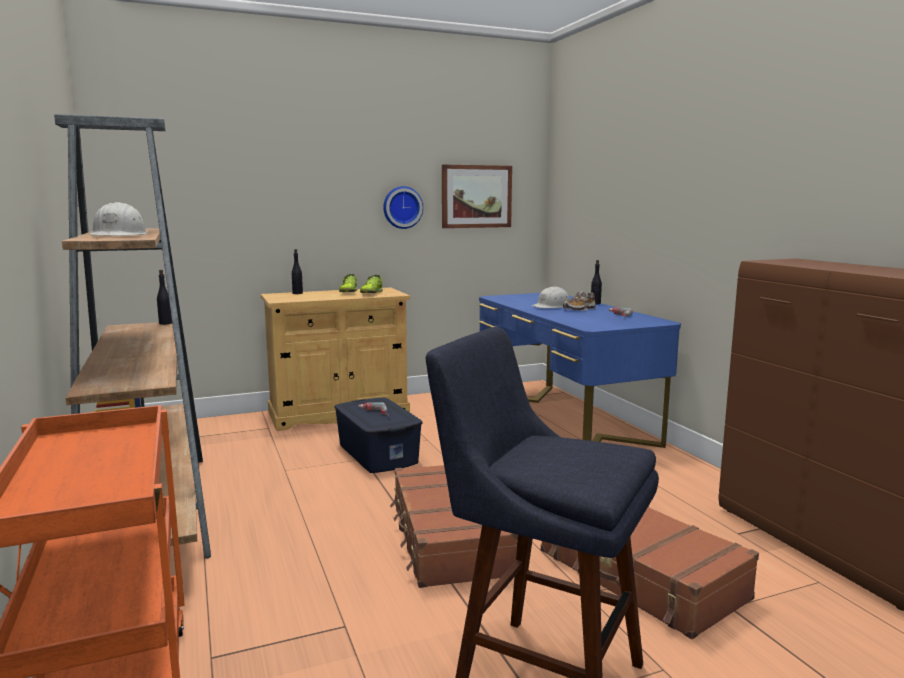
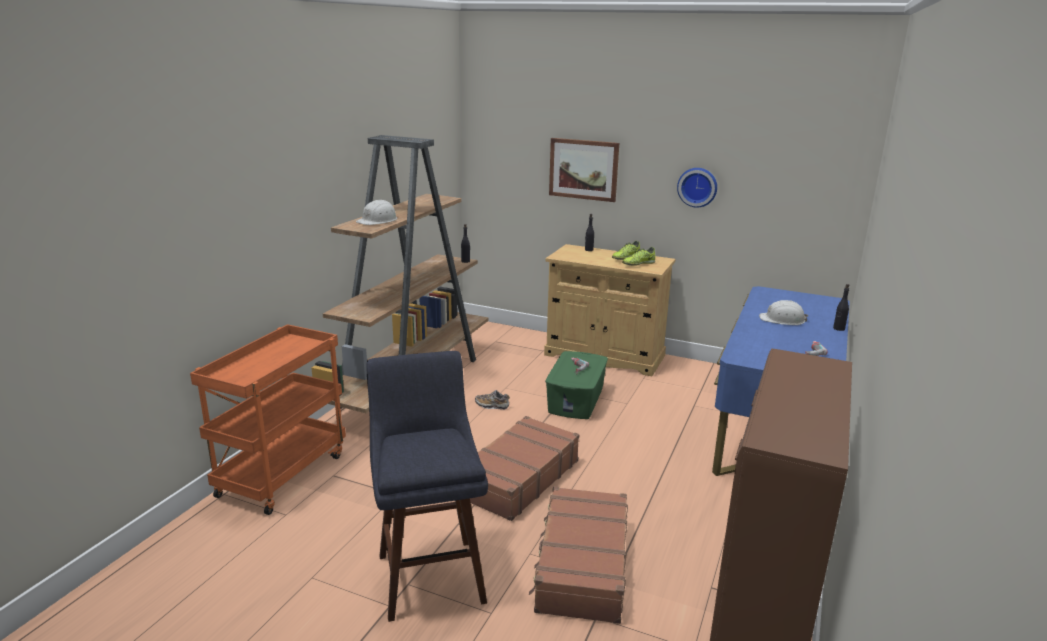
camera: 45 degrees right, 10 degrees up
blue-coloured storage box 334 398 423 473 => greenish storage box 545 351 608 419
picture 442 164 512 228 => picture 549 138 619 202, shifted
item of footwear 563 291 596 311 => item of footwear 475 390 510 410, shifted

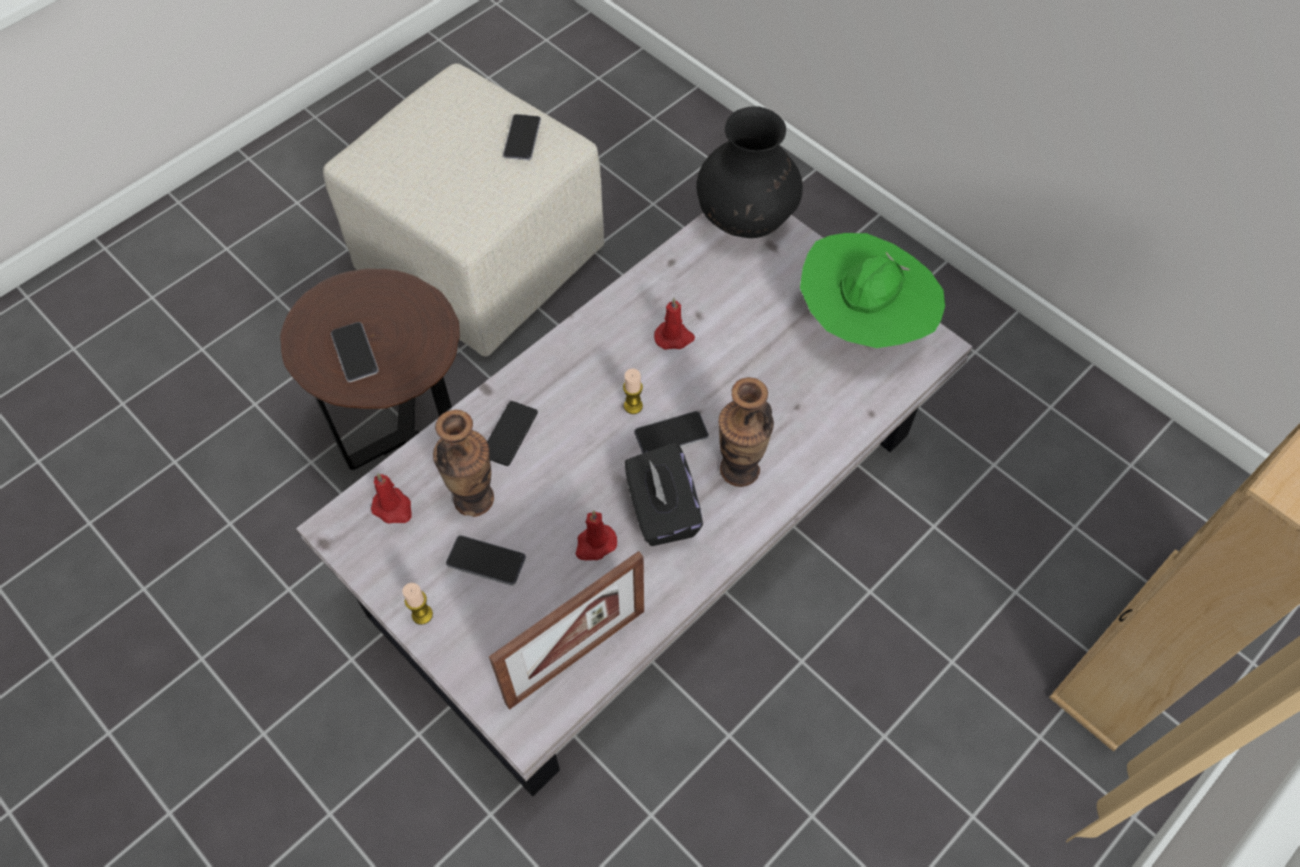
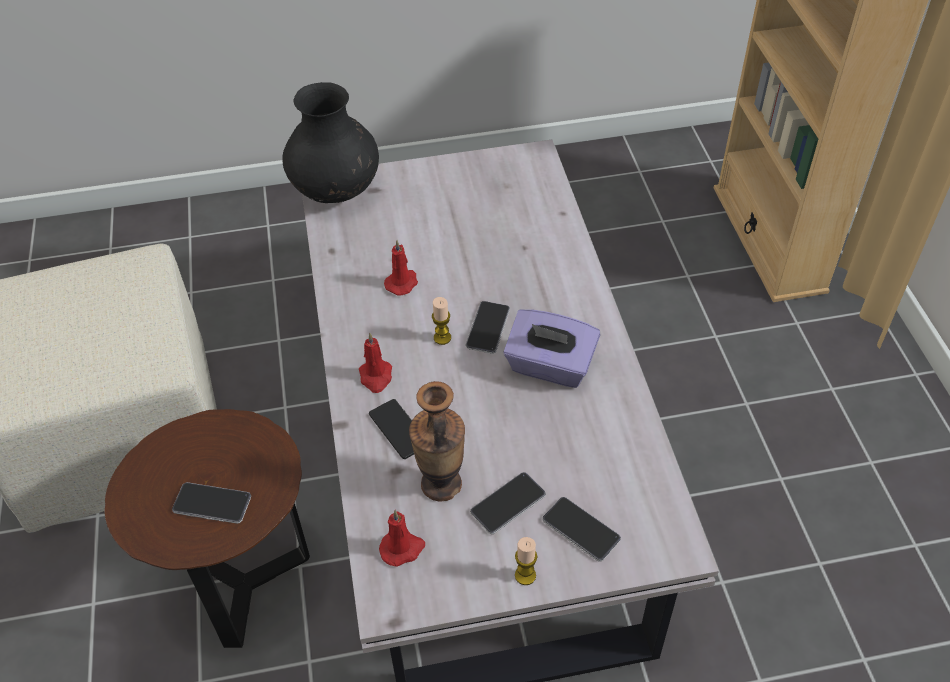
camera: 55 degrees left, 10 degrees down
standing frame 489 551 644 710 => nothing
phone 503 114 541 161 => phone 542 497 621 562, shifted
red-coloured wax light 575 510 617 560 => red-coloured wax light 359 333 392 393, shifted
black-coloured tissue box 624 442 703 546 => purplish tissue box 503 309 600 388
vase 718 377 774 487 => nothing
greenish wearable hat 800 233 945 348 => nothing

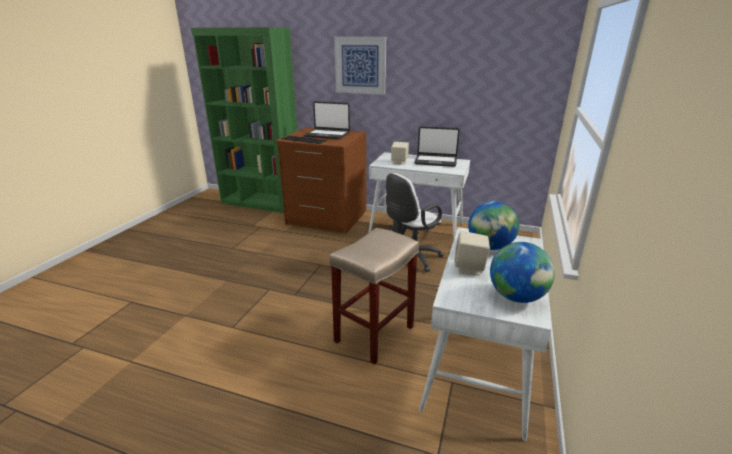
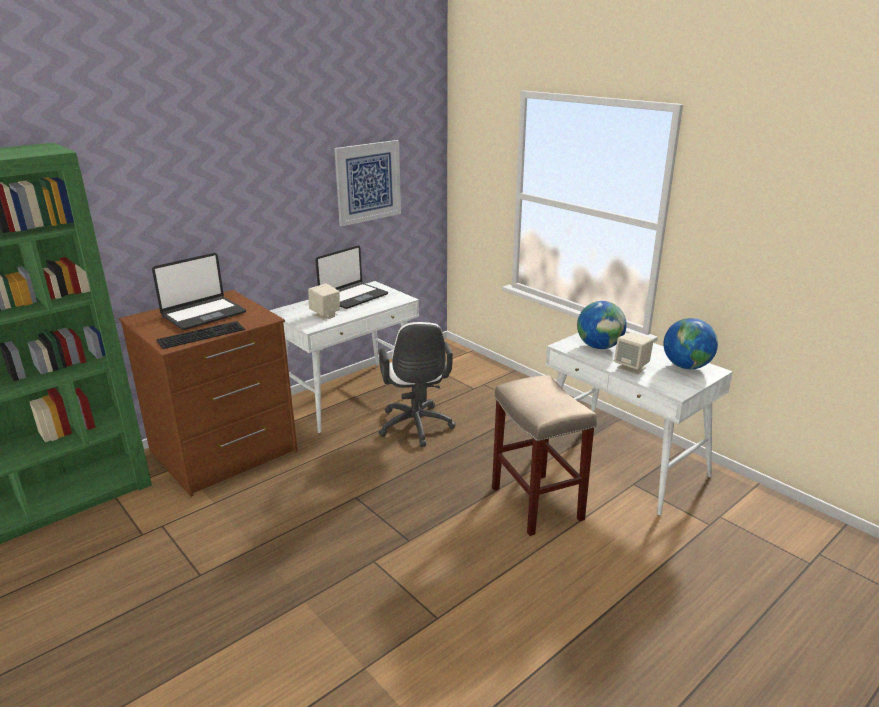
camera: 60 degrees left, 0 degrees up
picture 334 37 386 95 => picture 334 140 401 226, shifted

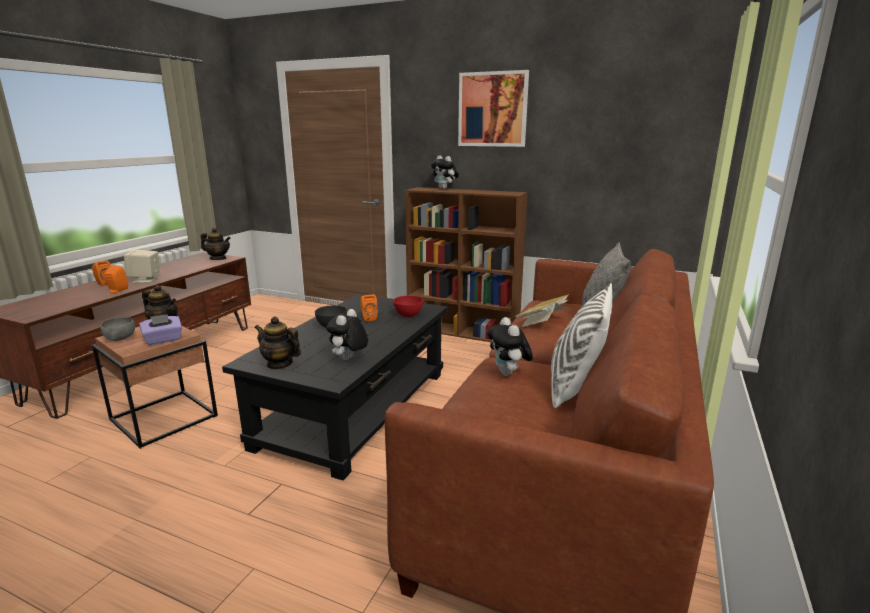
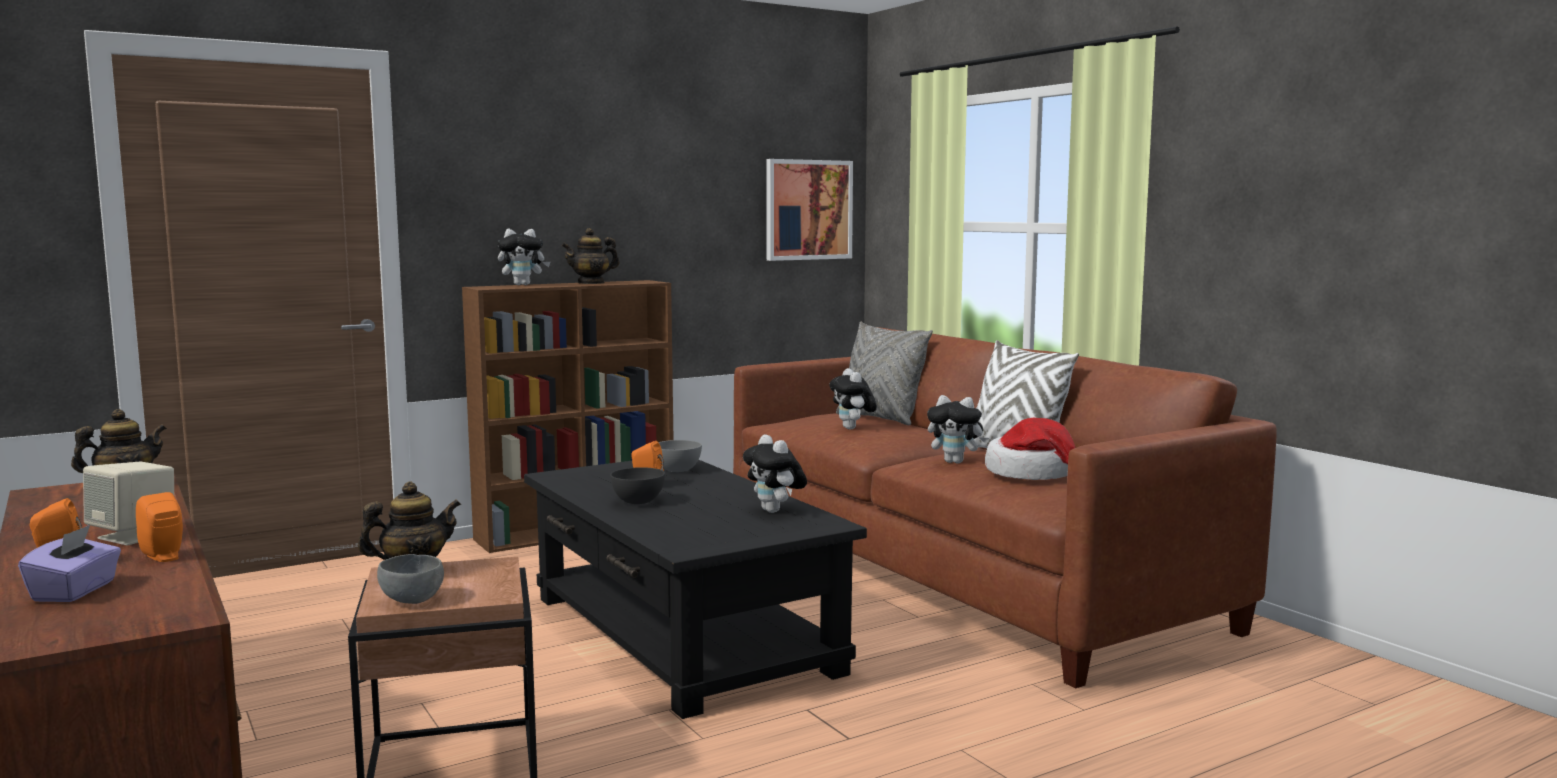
camera: 55 degrees left, 10 degrees down
purplish tissue box 139 314 182 345 => purplish tissue box 18 525 121 602, shifted
tea pot 254 316 301 370 => tea pot 562 228 619 284, shifted
red-coloured deep dish 393 296 423 317 => gray deep dish 659 440 702 472
picture 458 70 529 147 => picture 766 159 853 261, shifted
bound book 514 294 569 327 => plush toy 829 368 877 430
nothing => wearable hat 985 418 1076 480

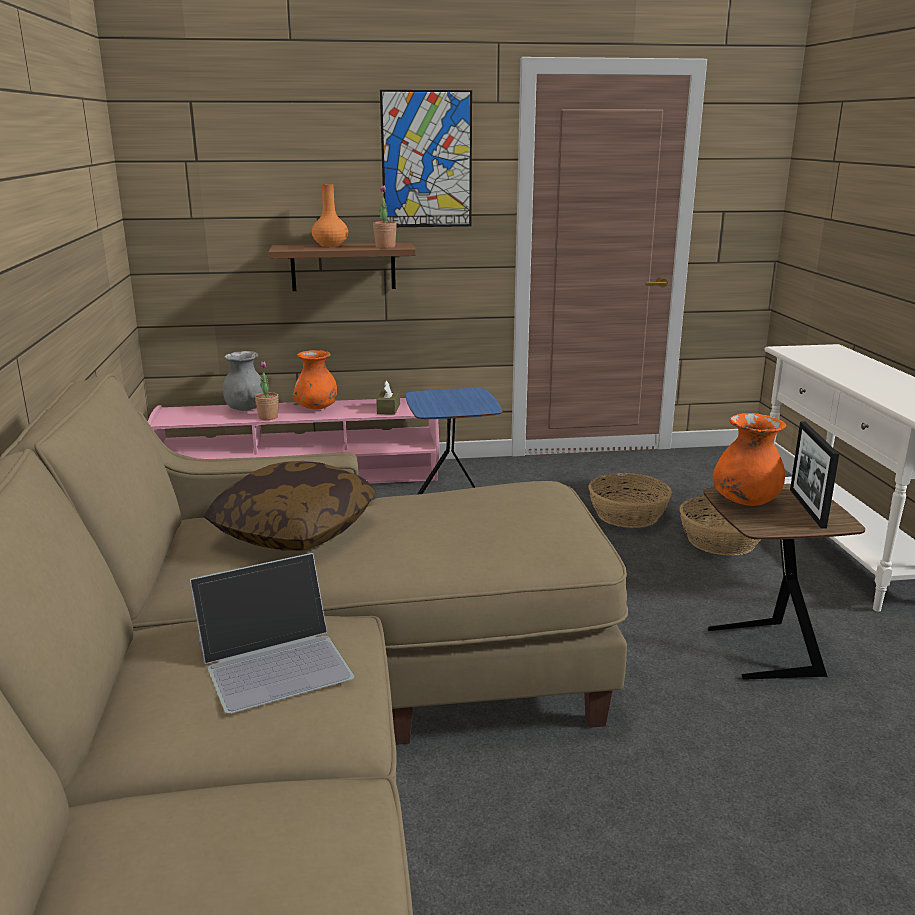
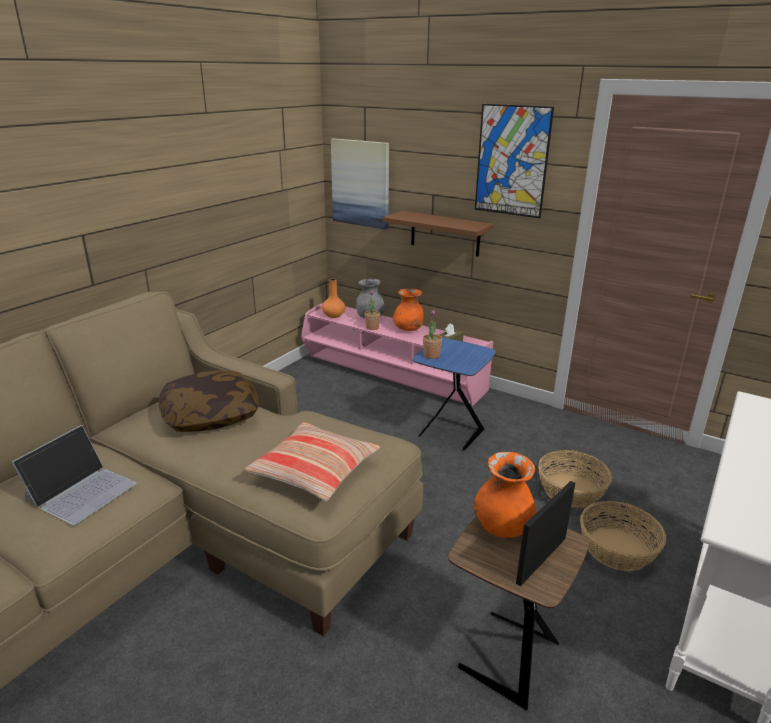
camera: 40 degrees right, 5 degrees up
notebook computer 190 553 354 714 => notebook computer 12 425 137 525, 75 degrees counterclockwise
orangey vase 312 184 348 247 => orangey vase 322 279 345 318, shifted
houseplant 373 185 397 248 => houseplant 423 310 442 359, shifted
nothing => cushion 244 422 380 502
nothing => picture 331 138 389 230

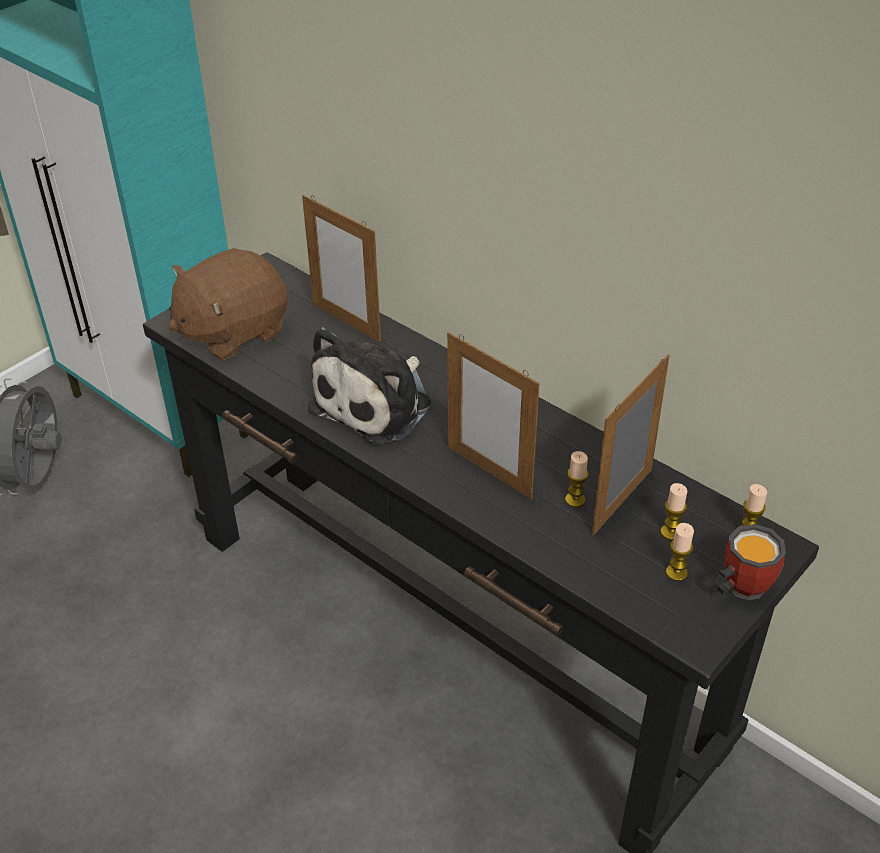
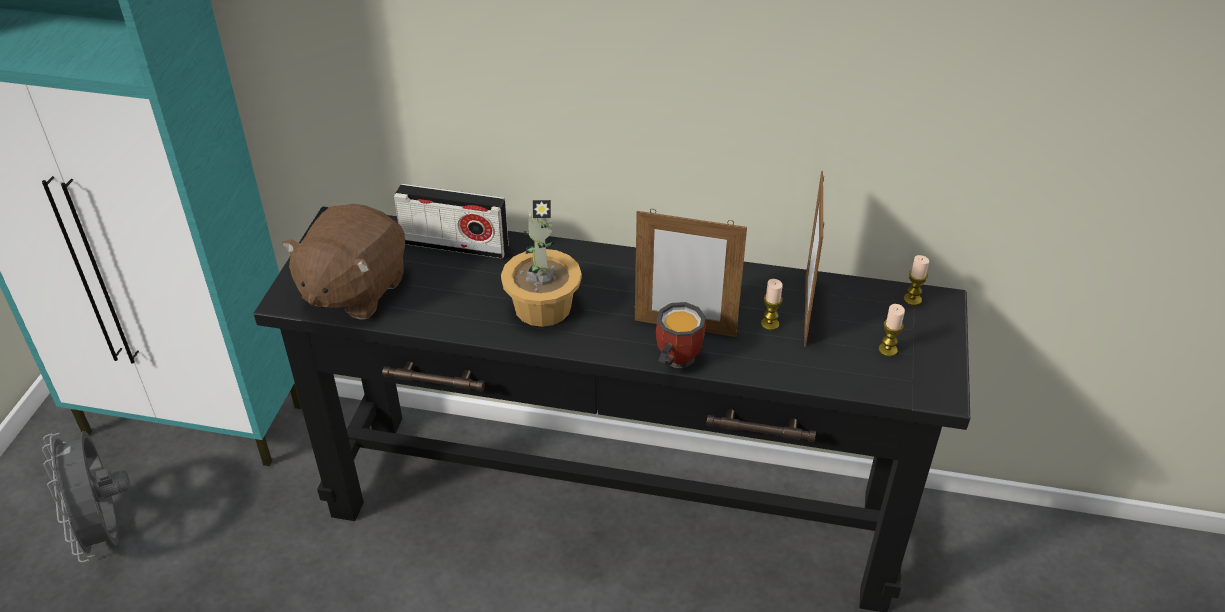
camera: 30 degrees left, 0 degrees up
standing frame 302 195 381 342 => radio 394 184 509 259
plush toy 308 327 431 445 => houseplant 501 200 582 327
wax light 661 483 687 540 => nothing
mug 713 524 786 600 => mug 656 302 706 369, shifted

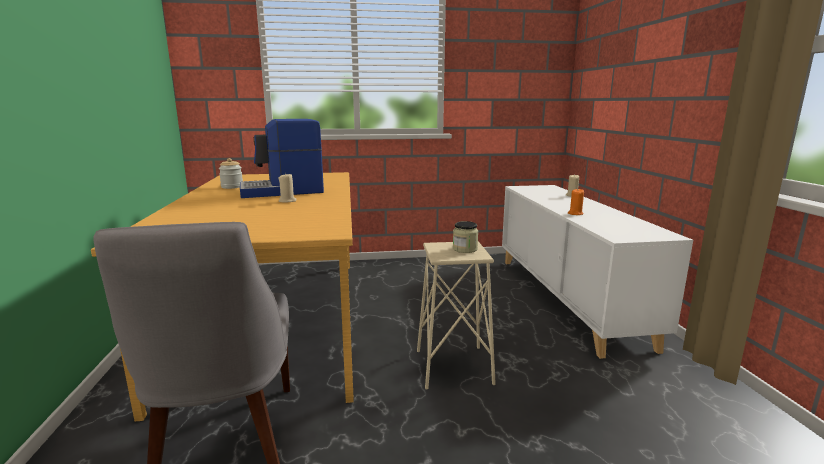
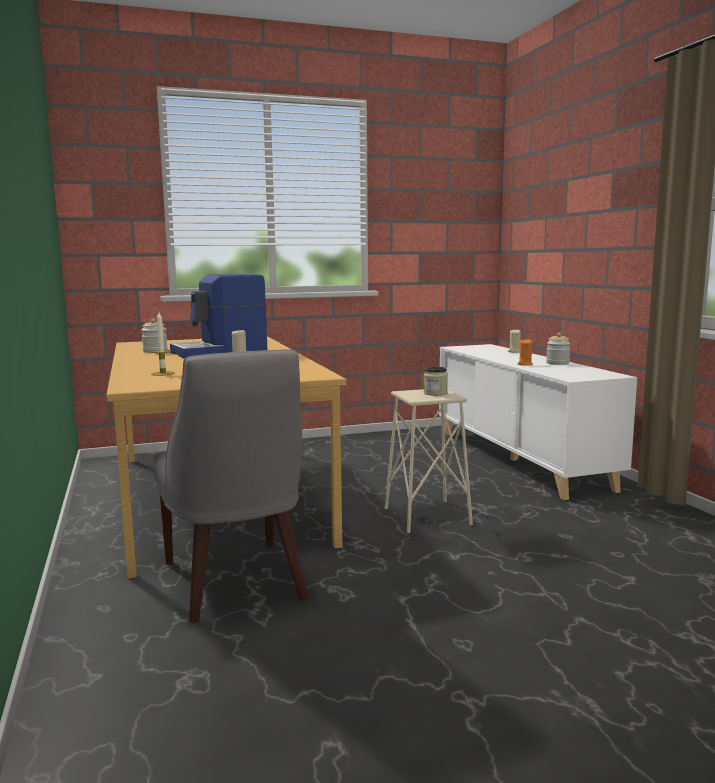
camera: 10 degrees left, 5 degrees down
nothing => wax light 151 312 175 376
nothing => jar 546 333 571 365

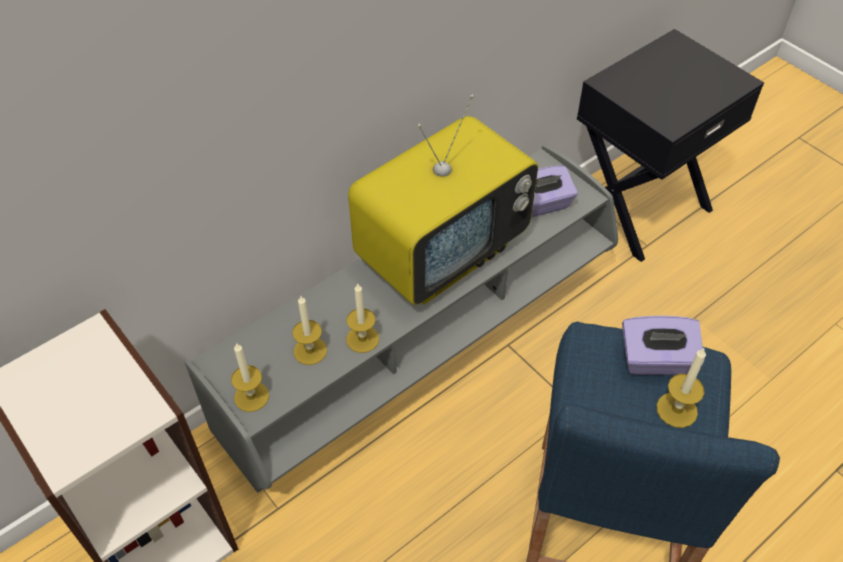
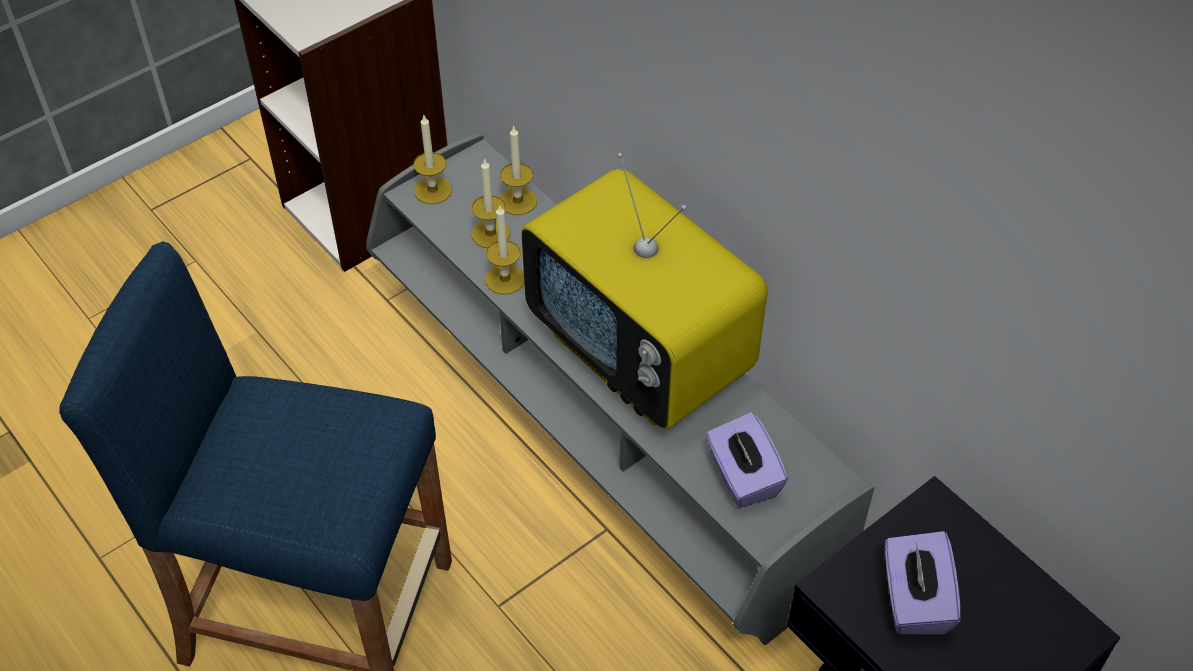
camera: 90 degrees right, 0 degrees up
purplish tissue box 622 316 704 375 => purplish tissue box 885 531 960 635, shifted
wax light 656 348 706 428 => wax light 500 125 537 215, shifted

